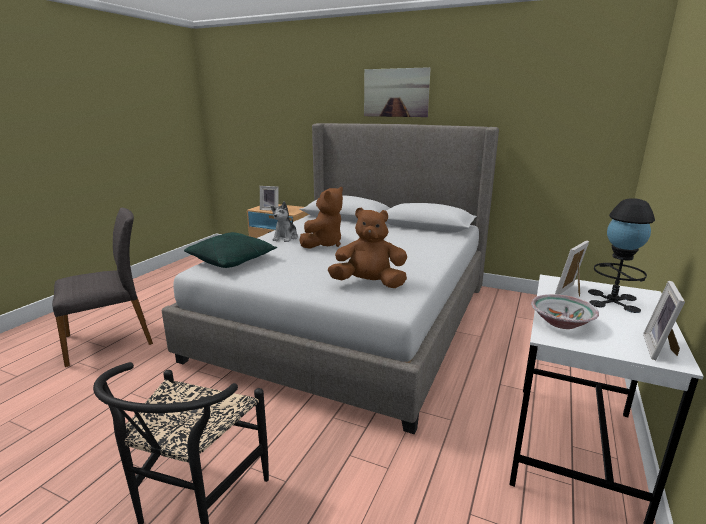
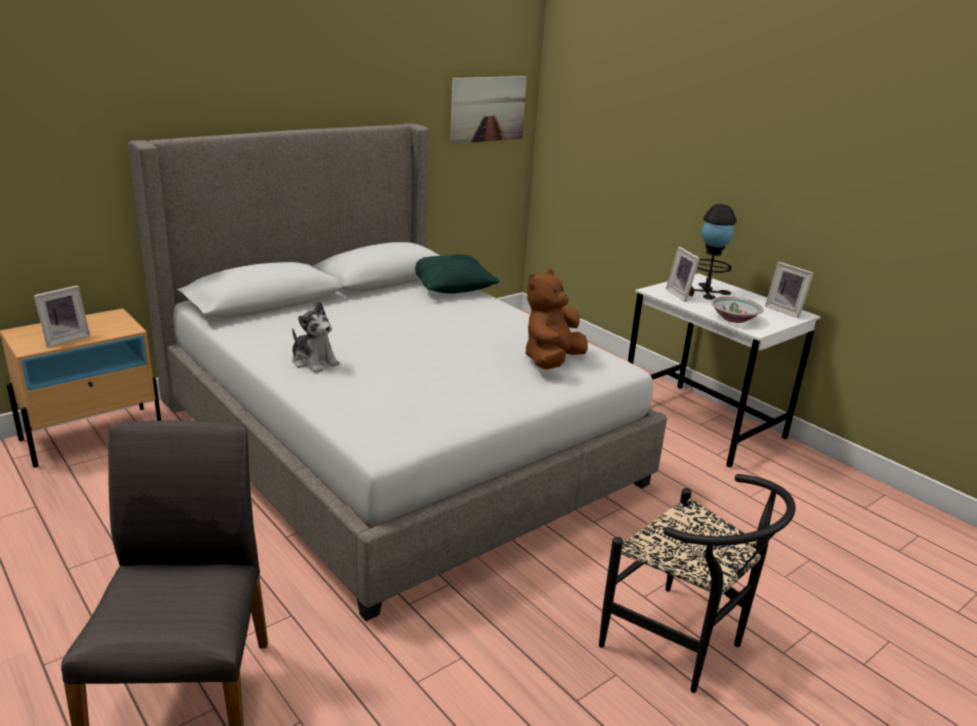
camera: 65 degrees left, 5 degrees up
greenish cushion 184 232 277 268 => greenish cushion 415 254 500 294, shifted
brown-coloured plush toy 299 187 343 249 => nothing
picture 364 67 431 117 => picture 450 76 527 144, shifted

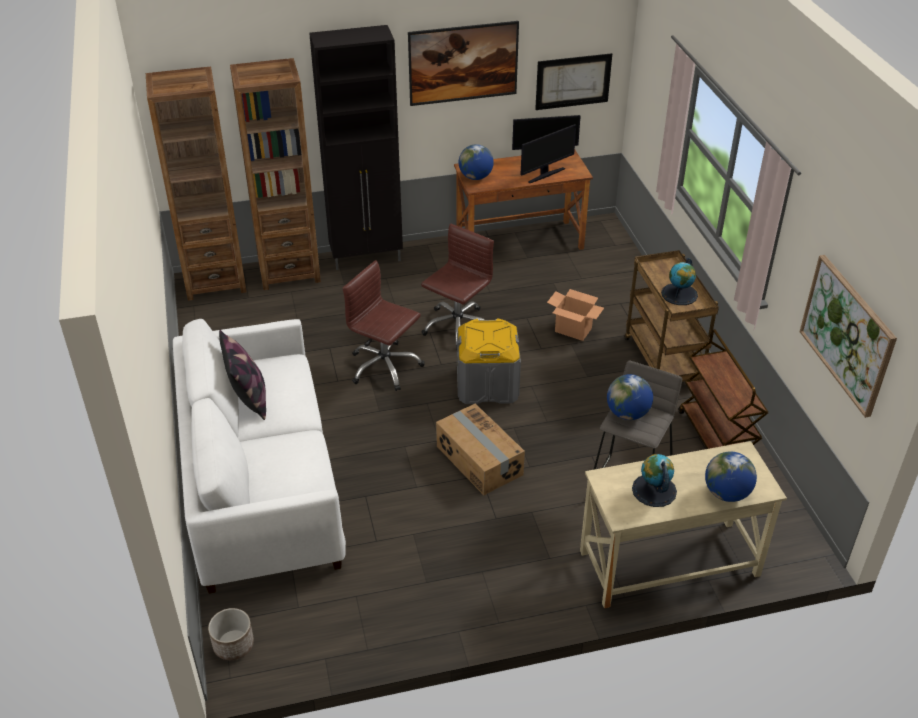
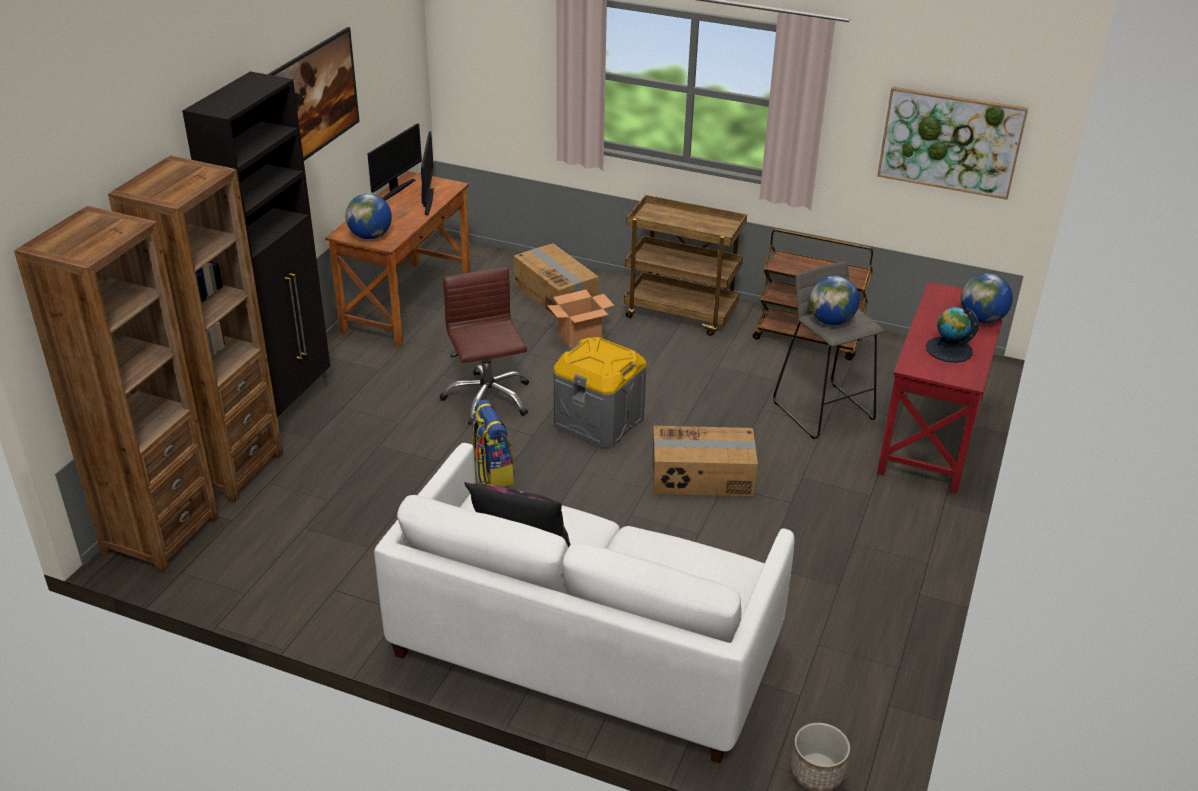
camera: 55 degrees left, 5 degrees down
brown-coloured desk chair 343 260 425 391 => rucksack 472 400 515 487
picture 535 53 612 110 => nothing
beige-coloured desk 580 441 787 608 => red-coloured desk 877 281 1003 494
globe 661 258 698 305 => nothing
nothing => carton 514 243 599 319

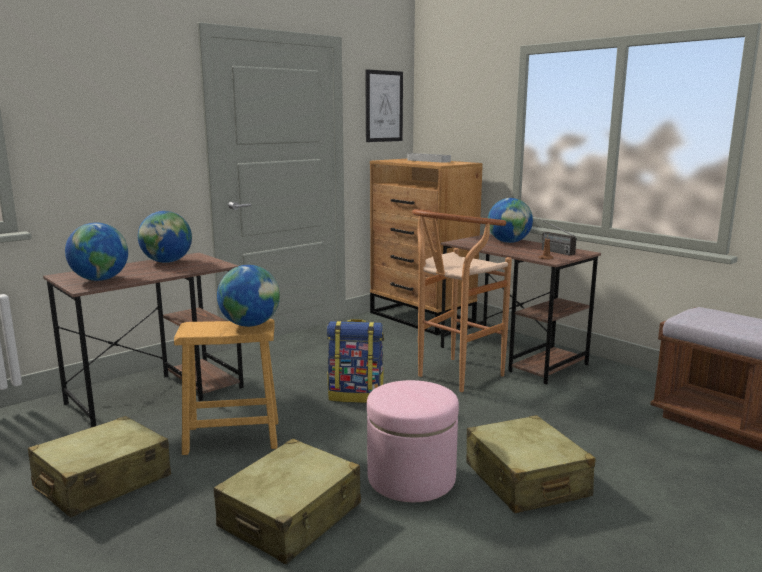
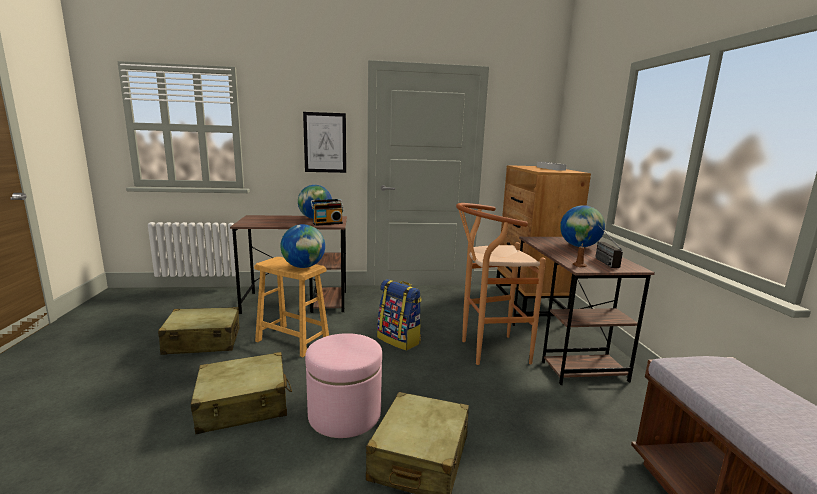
camera: 35 degrees right, 0 degrees up
globe 65 222 128 281 => nothing
picture 365 69 403 142 => picture 303 112 346 173, shifted
nothing => radio 311 199 343 226

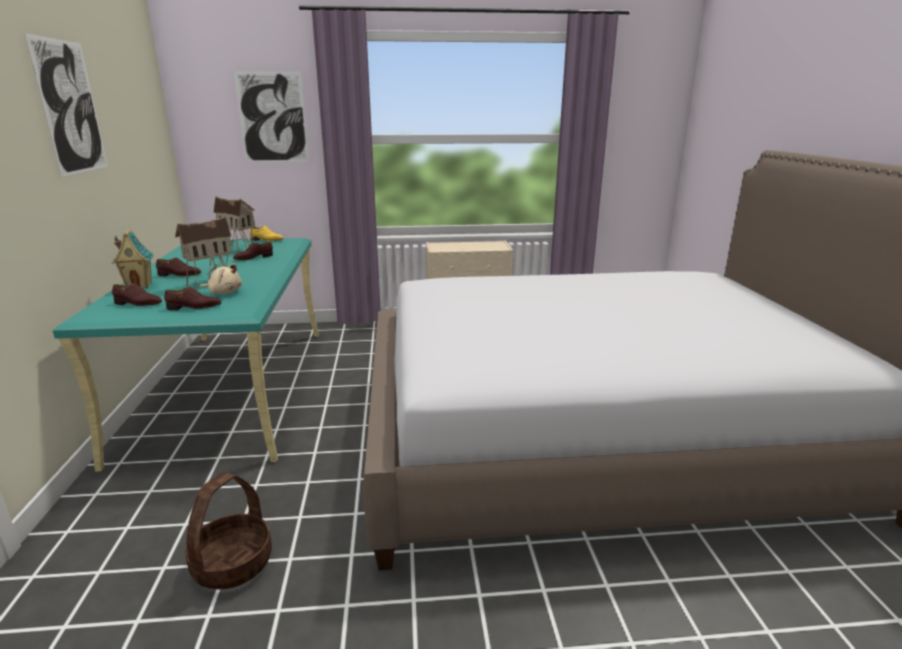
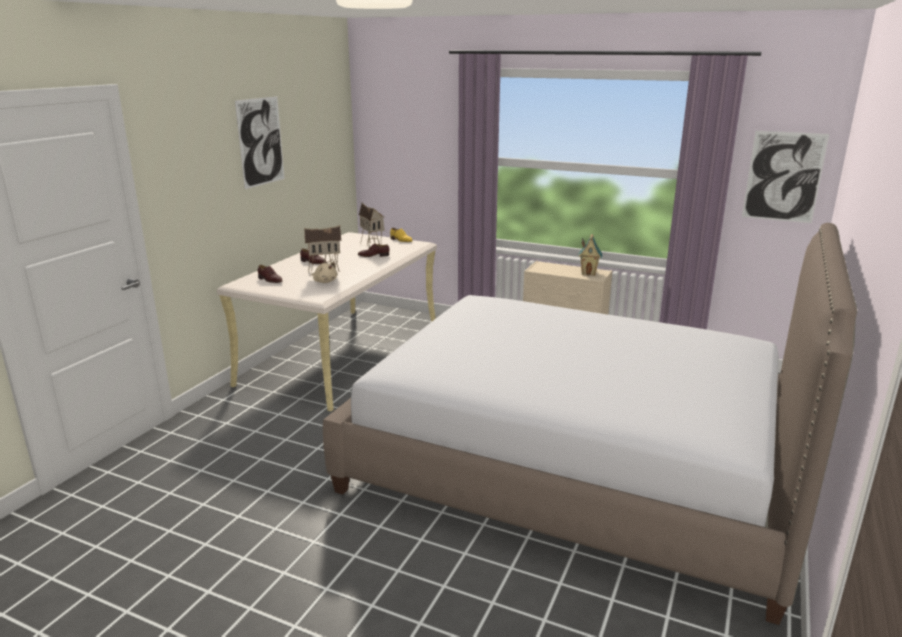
camera: 30 degrees right, 0 degrees up
turquoise desk 52 238 319 472 => beige-coloured desk 217 232 437 411
miniature house 112 229 154 288 => miniature house 578 234 602 276, shifted
brown-coloured item of footwear 164 287 221 311 => nothing
household basket 185 472 272 589 => nothing
picture 234 71 309 162 => picture 742 131 829 223, shifted

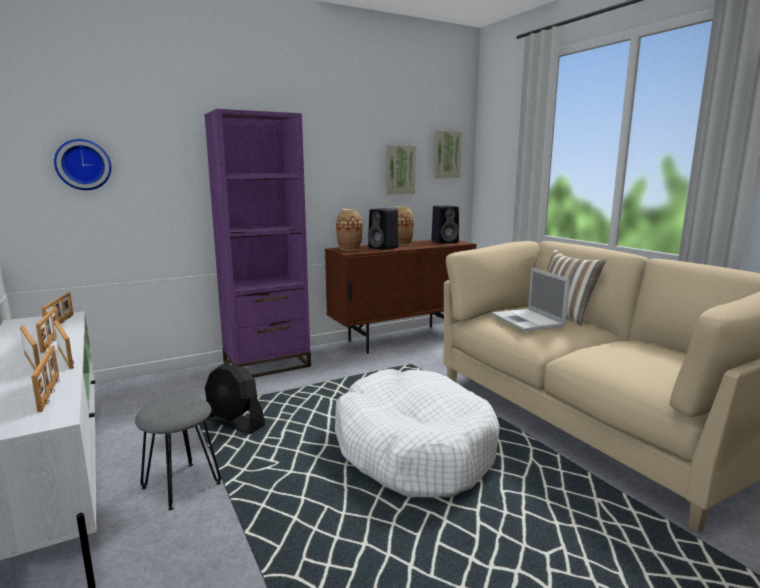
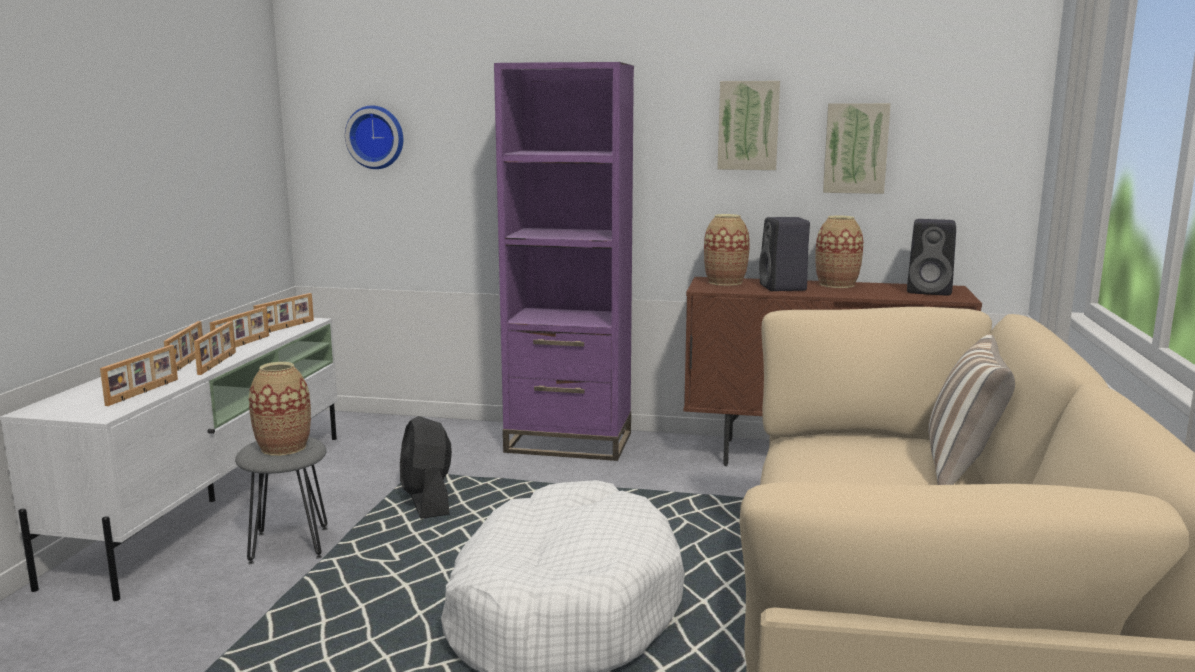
camera: 40 degrees right, 0 degrees up
picture 433 131 462 178 => picture 717 81 780 170, shifted
notebook computer 491 268 570 331 => nothing
nothing => vase 249 362 311 456

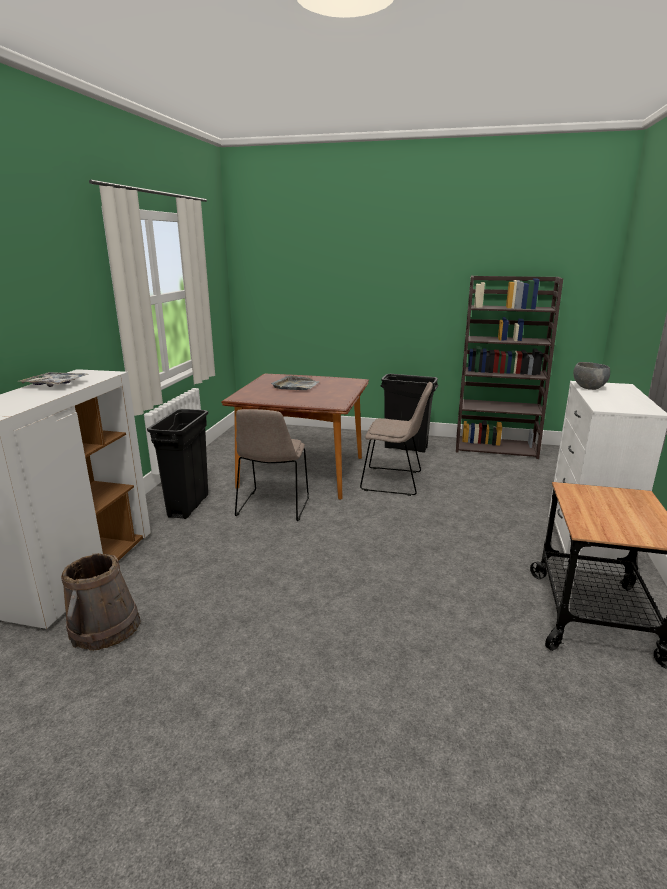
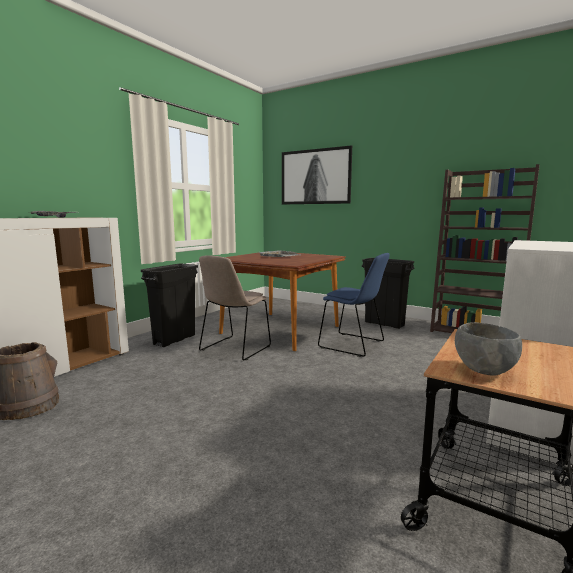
camera: 20 degrees right, 10 degrees down
beige-coloured upright chair 360 382 433 496 => blue-coloured upright chair 318 253 390 357
gray deep dish 573 362 610 390 => gray deep dish 455 322 522 376, shifted
nothing => picture 282 145 352 204

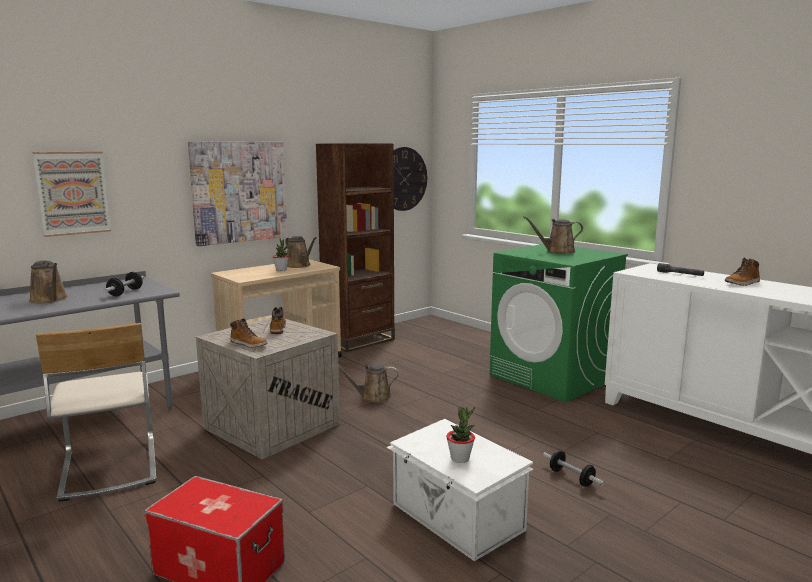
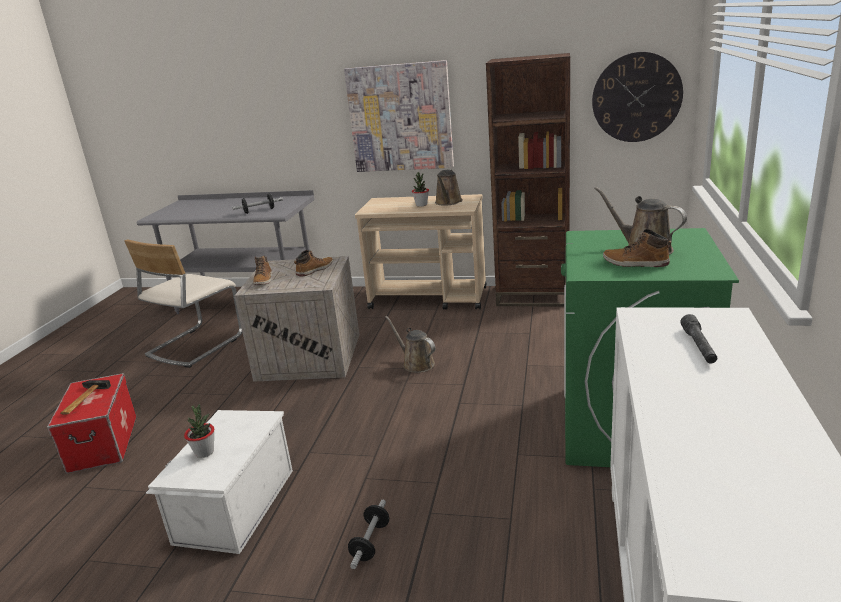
camera: 55 degrees right, 10 degrees up
brown-coloured watering can 29 260 67 303 => nothing
picture 32 152 111 237 => nothing
high-top boot 725 258 760 286 => high-top boot 603 229 671 267, shifted
nothing => hammer 60 380 111 415

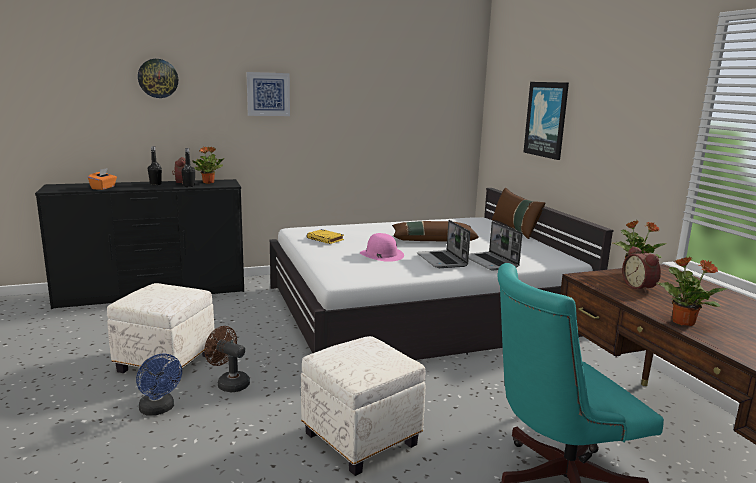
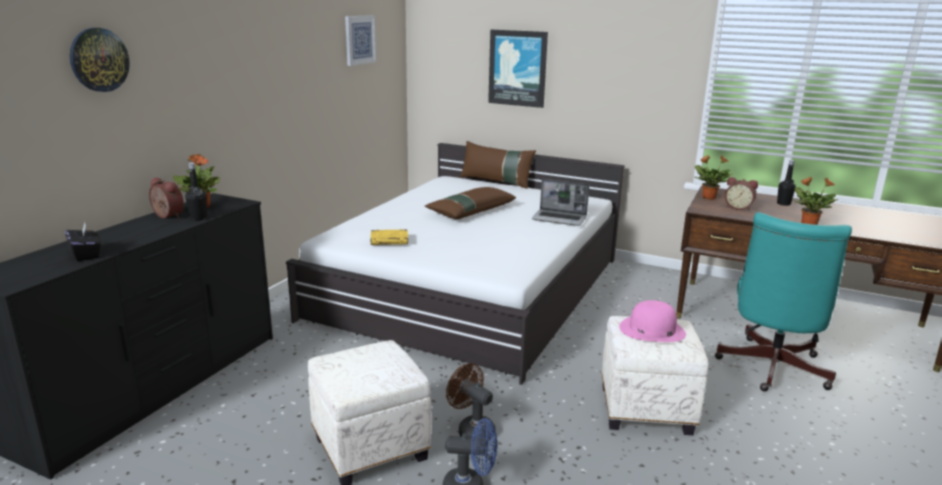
camera: 45 degrees left, 5 degrees up
orangey tissue box 88 168 117 190 => black-coloured tissue box 65 222 101 261
black-coloured beverage bottle 148 146 162 185 => black-coloured beverage bottle 777 160 796 206, shifted
brown-coloured electric fan 204 326 250 393 => brown-coloured electric fan 446 363 496 440, 60 degrees clockwise
picture 246 72 290 116 => picture 345 15 376 66, shifted
pinkish wearable hat 360 233 404 262 => pinkish wearable hat 619 300 686 342, shifted
notebook computer 417 220 470 268 => nothing

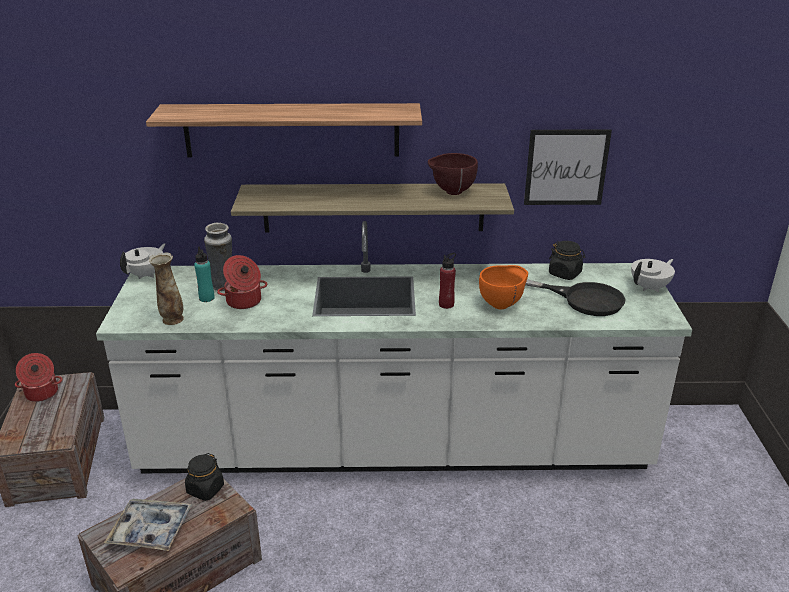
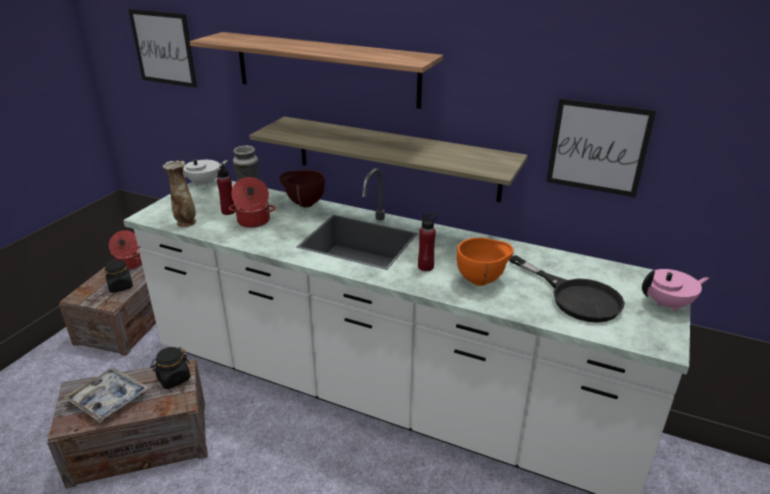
camera: 25 degrees right, 0 degrees up
turquoise beverage bottle 194 247 215 302 => red-coloured beverage bottle 217 163 235 215
brown-coloured deep dish 428 153 478 195 => brown-coloured deep dish 279 170 325 207, shifted
black-coloured jar 549 241 586 280 => black-coloured jar 105 259 133 293, shifted
white tea pot 631 259 675 292 => pinkish tea pot 642 269 709 312
nothing => picture 128 9 197 88

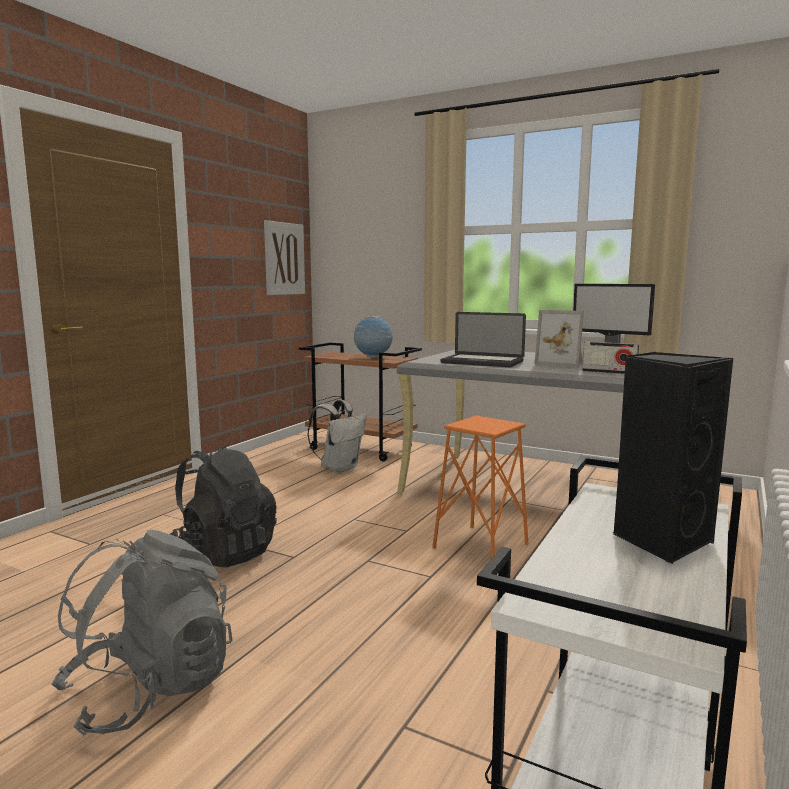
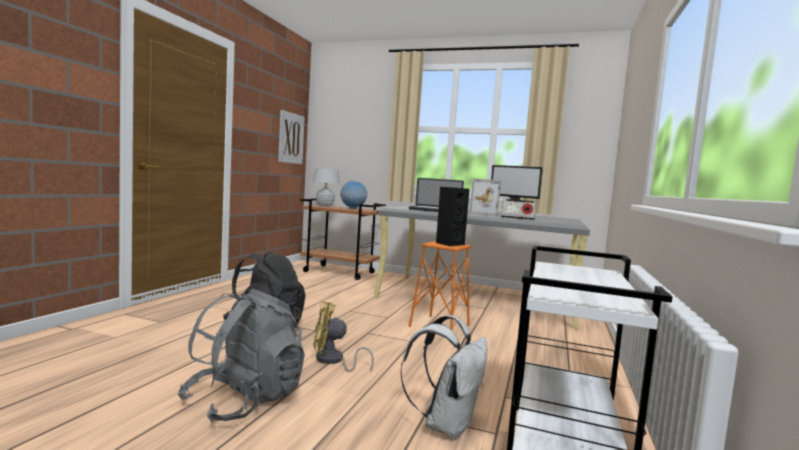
camera: 10 degrees left, 5 degrees down
white rucksack 307 400 367 473 => white rucksack 400 315 487 439, shifted
black-coloured audio speaker 613 352 733 564 => black-coloured audio speaker 436 187 470 247, shifted
nothing => white table lamp 312 168 340 206
nothing => yellowish electric fan 313 301 374 372

